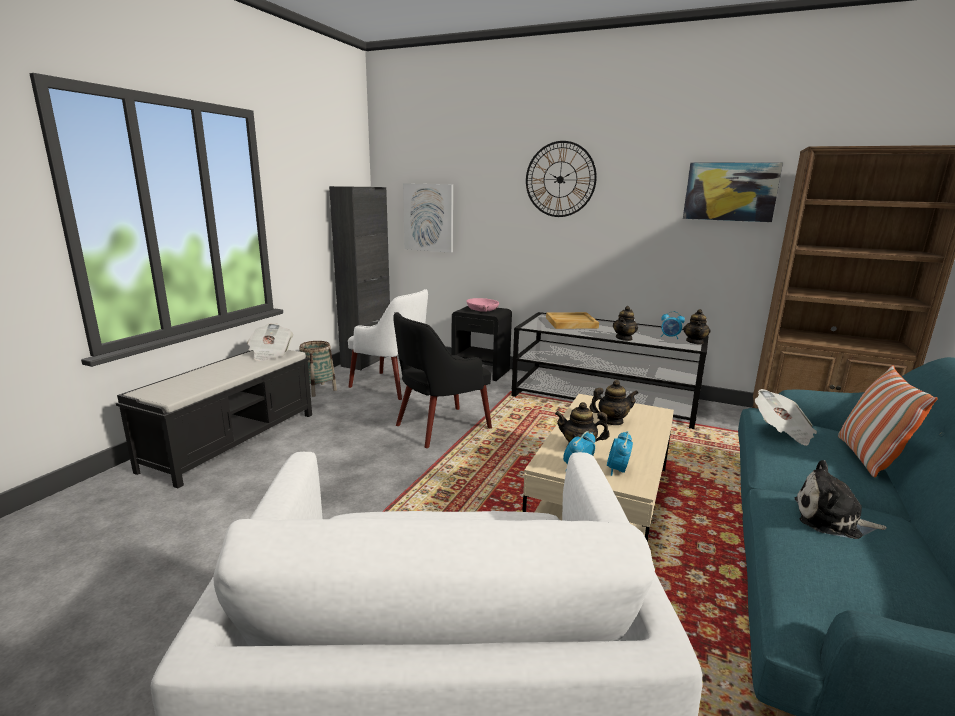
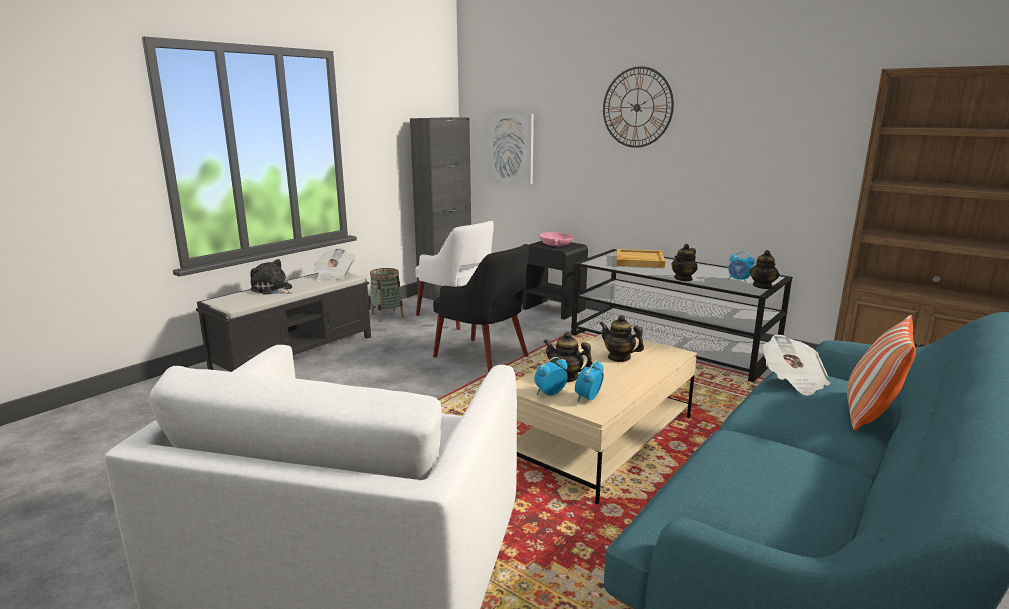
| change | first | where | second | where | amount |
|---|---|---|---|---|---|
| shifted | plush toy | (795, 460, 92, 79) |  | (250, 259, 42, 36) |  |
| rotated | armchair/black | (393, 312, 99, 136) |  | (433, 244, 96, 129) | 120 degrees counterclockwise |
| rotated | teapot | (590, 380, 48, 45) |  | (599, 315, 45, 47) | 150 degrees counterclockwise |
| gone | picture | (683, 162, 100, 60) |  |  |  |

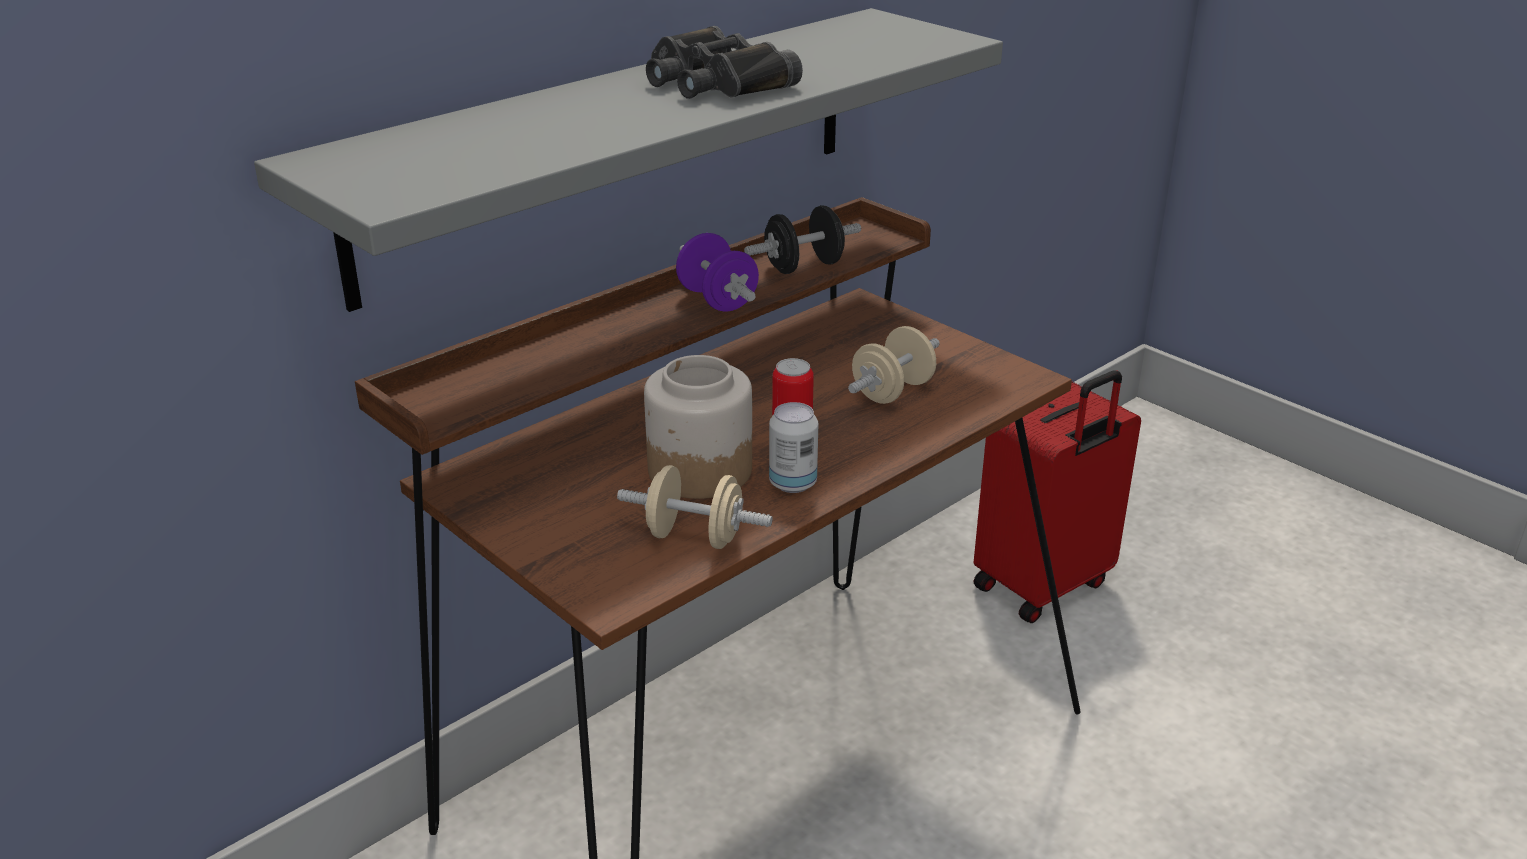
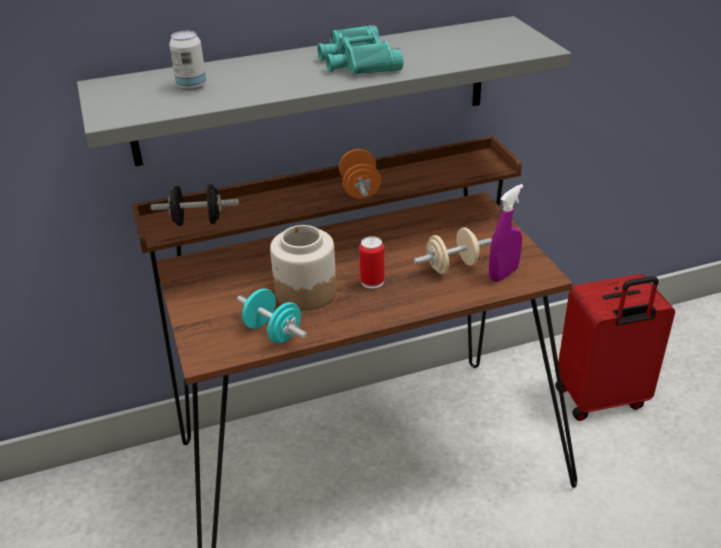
| change | first | where | second | where | amount |
|---|---|---|---|---|---|
| shifted | dumbbell/black | (744, 205, 117, 69) |  | (151, 184, 88, 42) |  |
| shifted | can | (769, 402, 49, 91) |  | (169, 31, 38, 60) |  |
| repainted | dumbbell/beige | (617, 465, 156, 84) | dumbbell/turquoise | (237, 288, 70, 56) |  |
| repainted | binoculars/black | (646, 26, 157, 73) | binoculars/turquoise | (317, 25, 86, 50) |  |
| repainted | dumbbell/purple | (676, 233, 83, 79) | dumbbell/orange | (339, 149, 42, 50) |  |
| new |  |  | spray bottle/purple | (489, 184, 34, 98) |  |

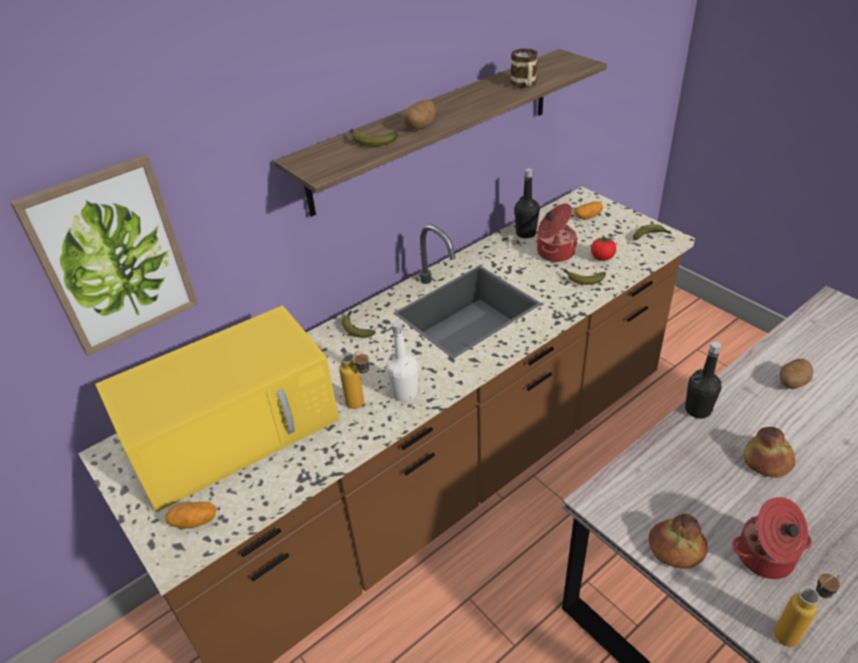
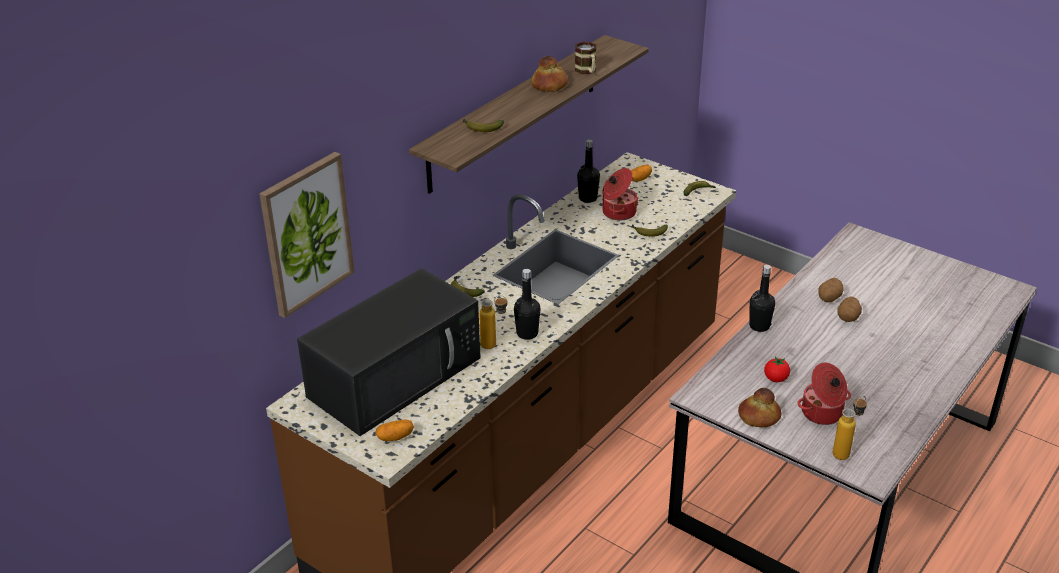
| change | first | where | second | where | amount |
|---|---|---|---|---|---|
| repainted | microwave/yellow | (95, 305, 244, 207) | microwave/black | (297, 268, 184, 168) |  |
| repainted | bottle/white | (386, 321, 32, 81) | bottle/black | (514, 269, 26, 71) |  |
| shifted | bread | (743, 427, 52, 51) |  | (531, 56, 37, 36) |  |
| shifted | tomato | (591, 235, 25, 26) |  | (764, 356, 26, 26) |  |
| shifted | potato | (402, 100, 34, 30) |  | (837, 296, 25, 26) |  |

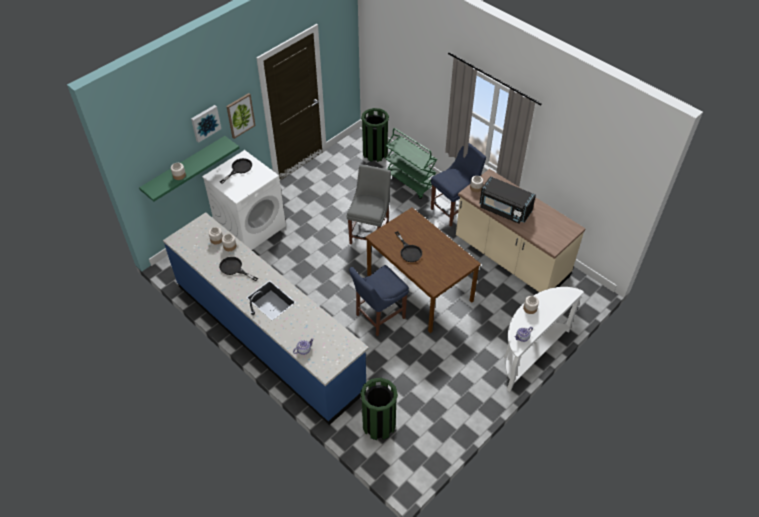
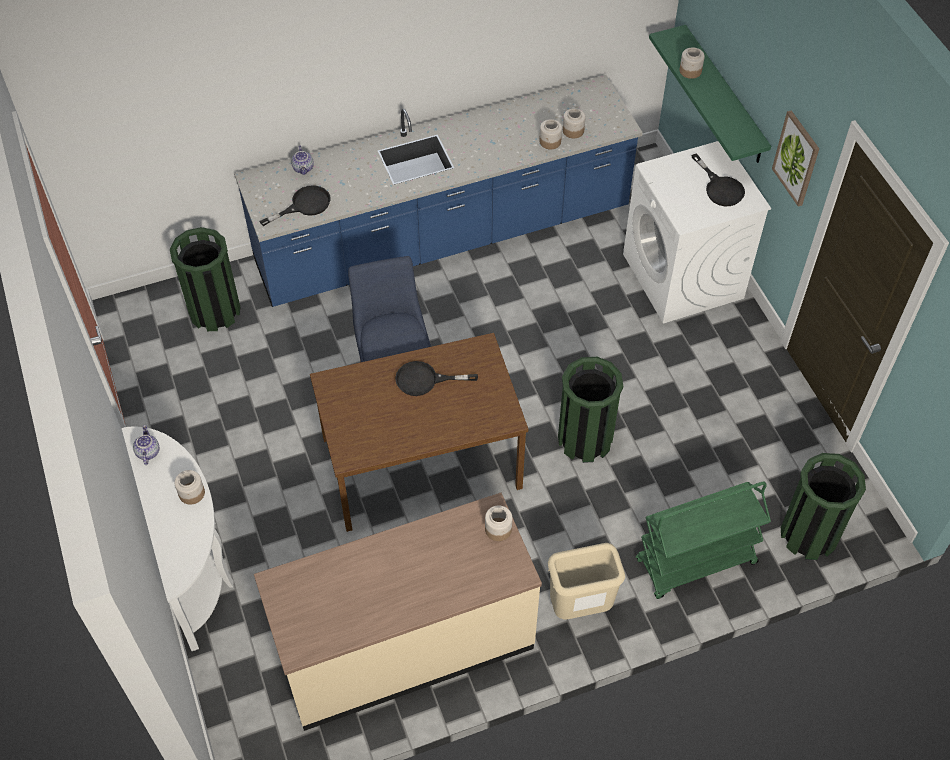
| change | first | where | second | where | amount |
|---|---|---|---|---|---|
| shifted | frying pan/black | (219, 257, 39, 24) |  | (260, 185, 71, 41) |  |
| swapped | chair/blue | (431, 143, 55, 84) | trash can/beige | (548, 543, 77, 76) |  |
| swapped | chair/grey | (346, 164, 45, 81) | trash can/green | (558, 357, 65, 106) |  |
| gone | picture | (191, 105, 30, 38) |  |  |  |
| gone | microwave/black | (479, 176, 57, 48) |  |  |  |

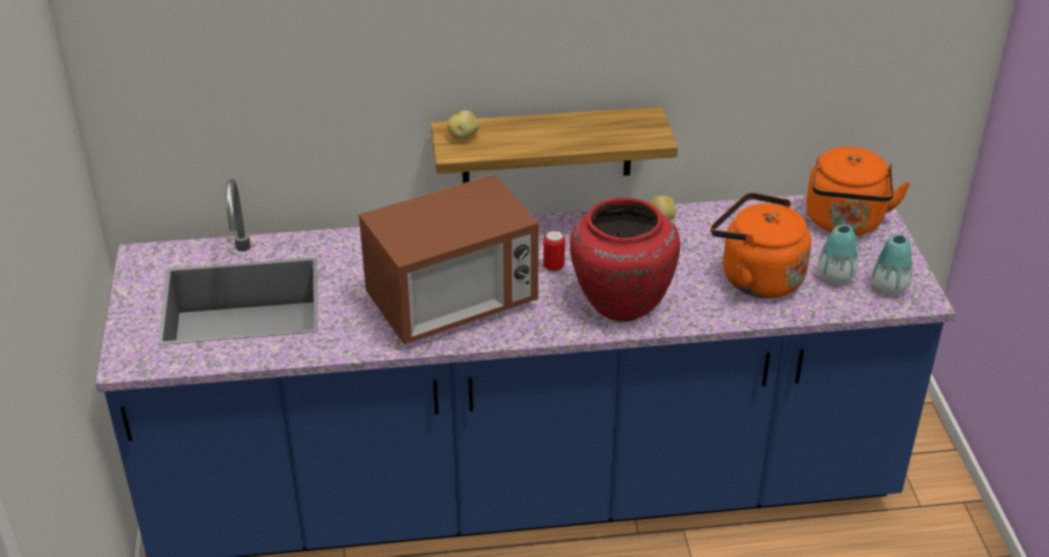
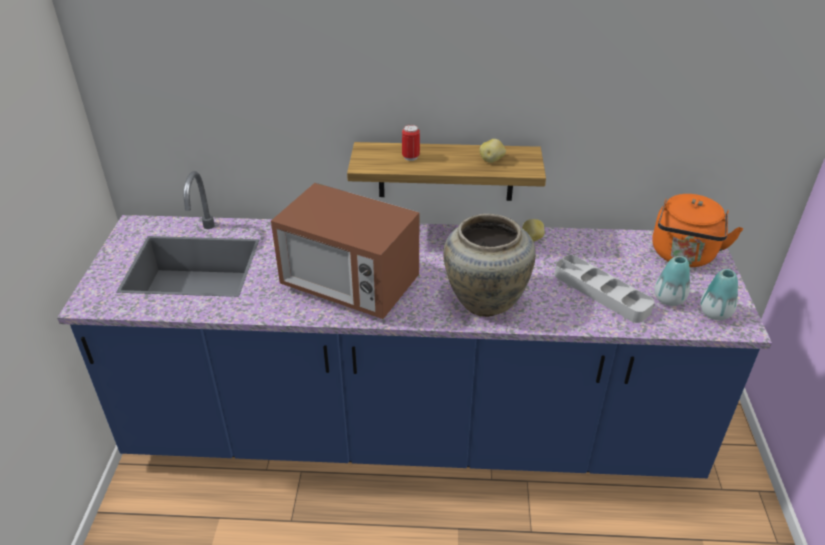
| change | first | where | second | where | amount |
|---|---|---|---|---|---|
| rotated | microwave | (359, 174, 180, 171) |  | (271, 183, 149, 136) | 45 degrees clockwise |
| shifted | can | (543, 230, 22, 43) |  | (402, 125, 18, 36) |  |
| repainted | vase/red | (570, 197, 110, 125) | vase/beige | (443, 214, 93, 103) |  |
| shifted | potato | (447, 110, 33, 30) |  | (479, 139, 27, 24) |  |
| swapped | kettle/orange | (711, 193, 100, 105) | tray/grey | (555, 255, 99, 68) |  |

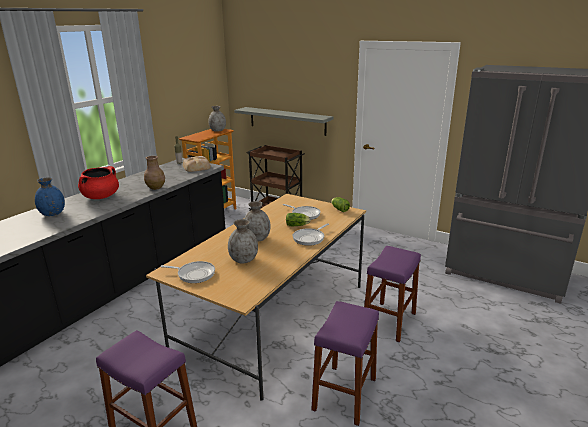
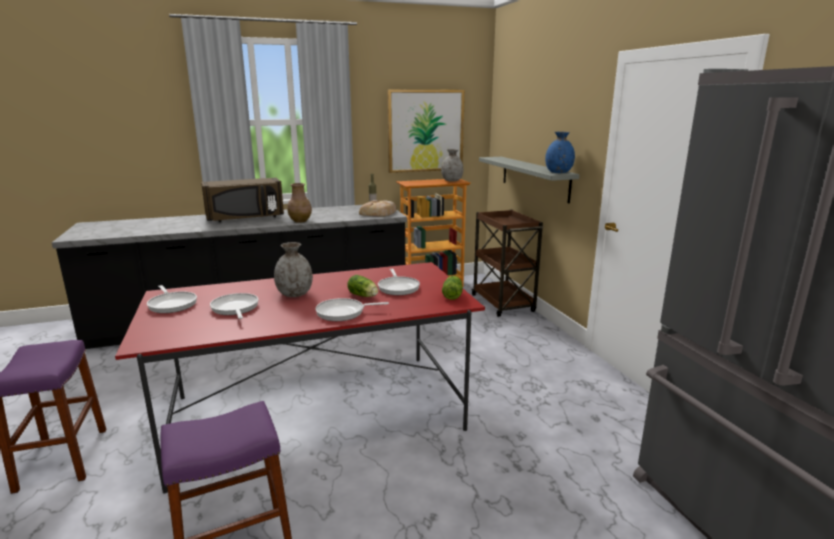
| change | first | where | second | where | amount |
|---|---|---|---|---|---|
| repainted | dining table/beige | (146, 194, 220, 207) | dining table/red | (115, 262, 370, 232) |  |
| swapped | cooking pot/red | (78, 166, 41, 33) | microwave/brown | (201, 178, 83, 44) |  |
| swapped | vase/grey | (228, 219, 30, 44) | frying pan | (210, 293, 49, 26) |  |
| new |  |  | picture | (387, 90, 78, 83) |  |
| shifted | vase/blue | (35, 177, 30, 39) |  | (545, 132, 30, 41) |  |
| gone | stool/purple | (364, 246, 57, 96) |  |  |  |

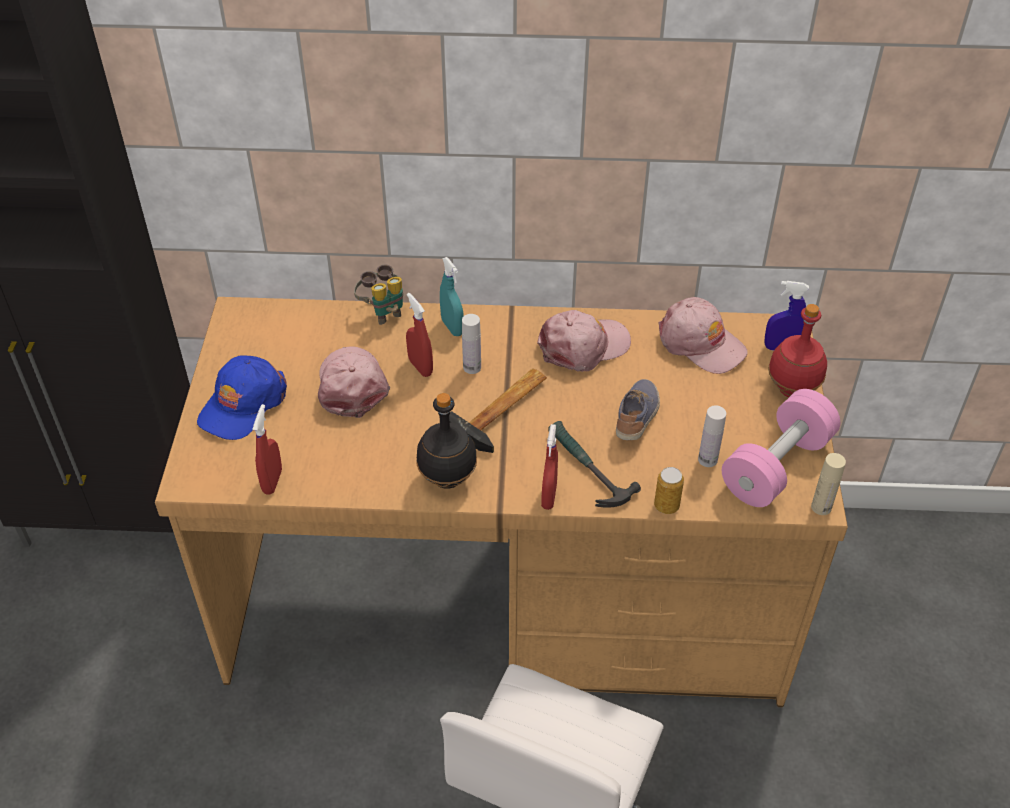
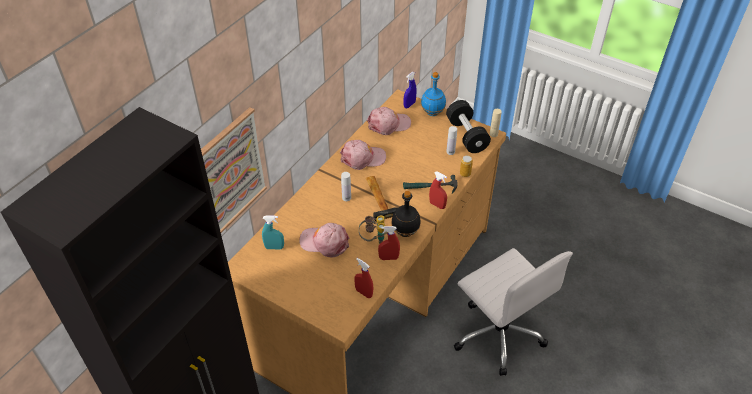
| change | first | where | second | where | amount |
|---|---|---|---|---|---|
| new |  |  | picture | (201, 107, 66, 126) |  |
| shifted | spray bottle/turquoise | (440, 257, 24, 79) |  | (262, 215, 22, 34) |  |
| rotated | cap/pink | (537, 310, 94, 62) |  | (340, 140, 46, 30) | 75 degrees clockwise |
| shifted | binoculars | (354, 264, 49, 61) |  | (359, 215, 29, 29) |  |
| shifted | spray bottle/red | (406, 293, 27, 84) |  | (378, 226, 22, 34) |  |
| repainted | bottle/red | (768, 304, 59, 93) | bottle/blue | (421, 72, 25, 44) |  |
| repainted | dumbbell/pink | (722, 389, 118, 118) | dumbbell/black | (446, 100, 45, 53) |  |
| gone | cap/blue | (197, 356, 90, 84) |  |  |  |
| gone | shoe | (616, 379, 44, 61) |  |  |  |

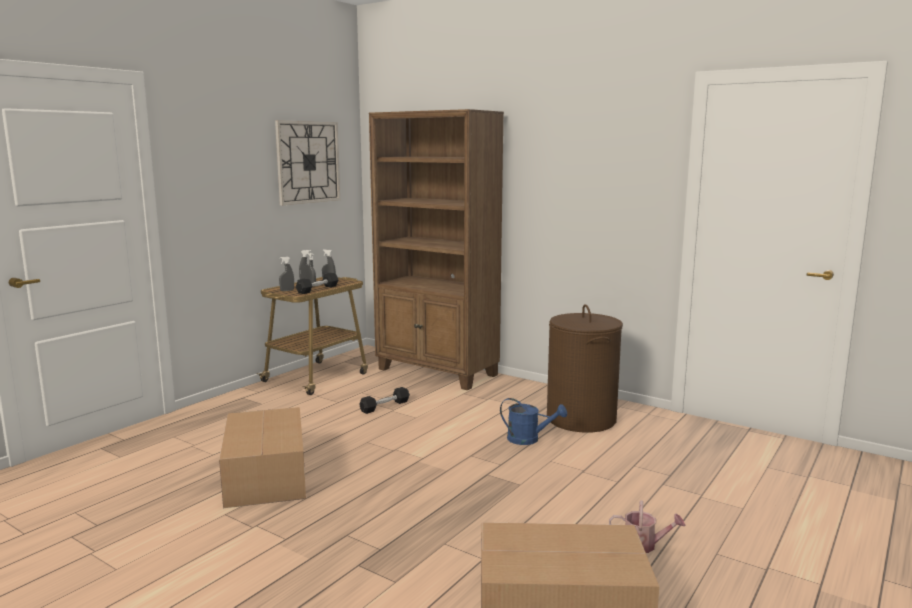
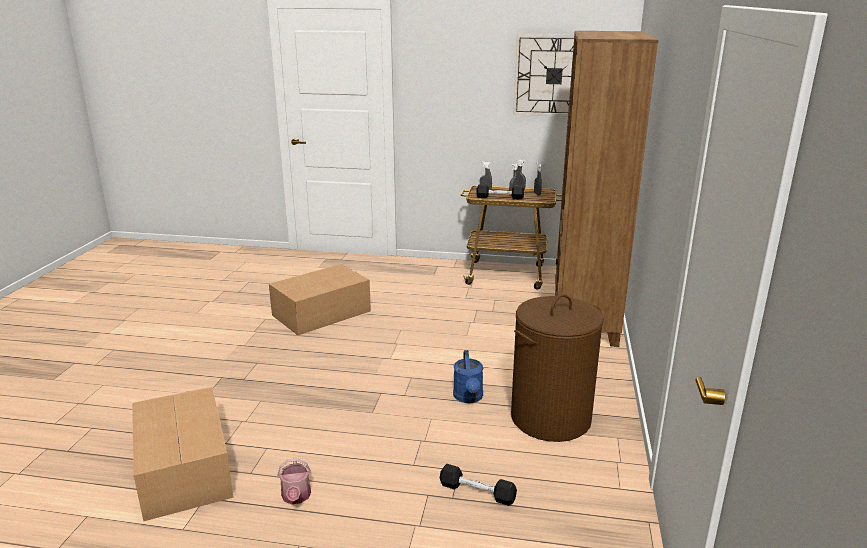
| change | first | where | second | where | amount |
|---|---|---|---|---|---|
| shifted | dumbbell/black | (360, 387, 50, 27) |  | (440, 464, 77, 42) |  |

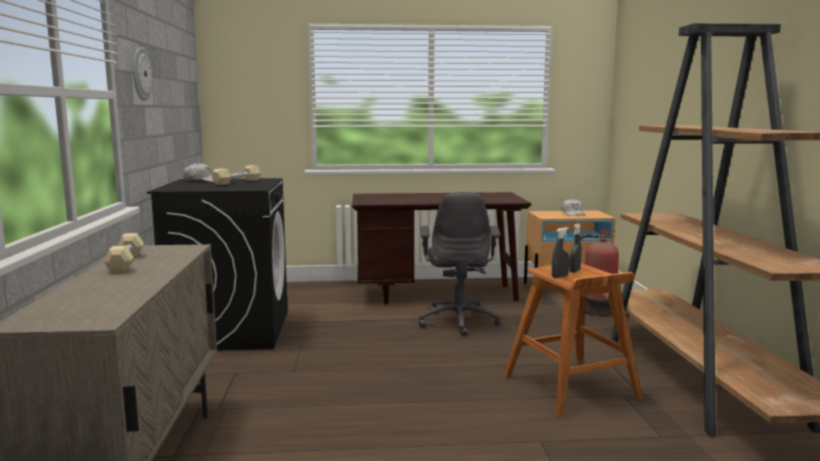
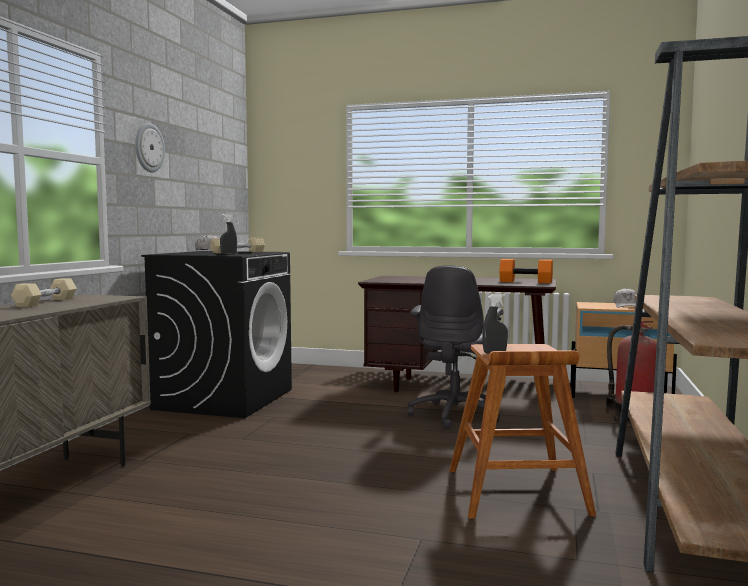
| change | first | where | second | where | amount |
|---|---|---|---|---|---|
| shifted | spray bottle/grey | (569, 224, 12, 49) |  | (220, 214, 17, 40) |  |
| new |  |  | dumbbell/orange | (499, 259, 54, 24) |  |

